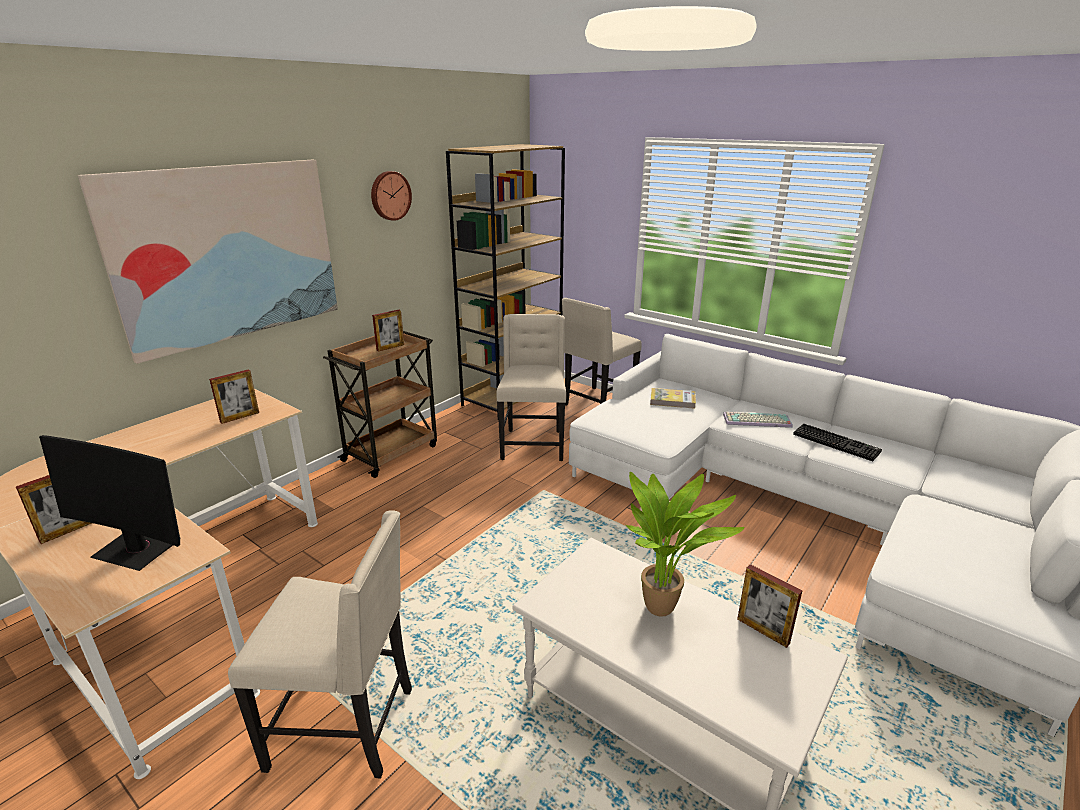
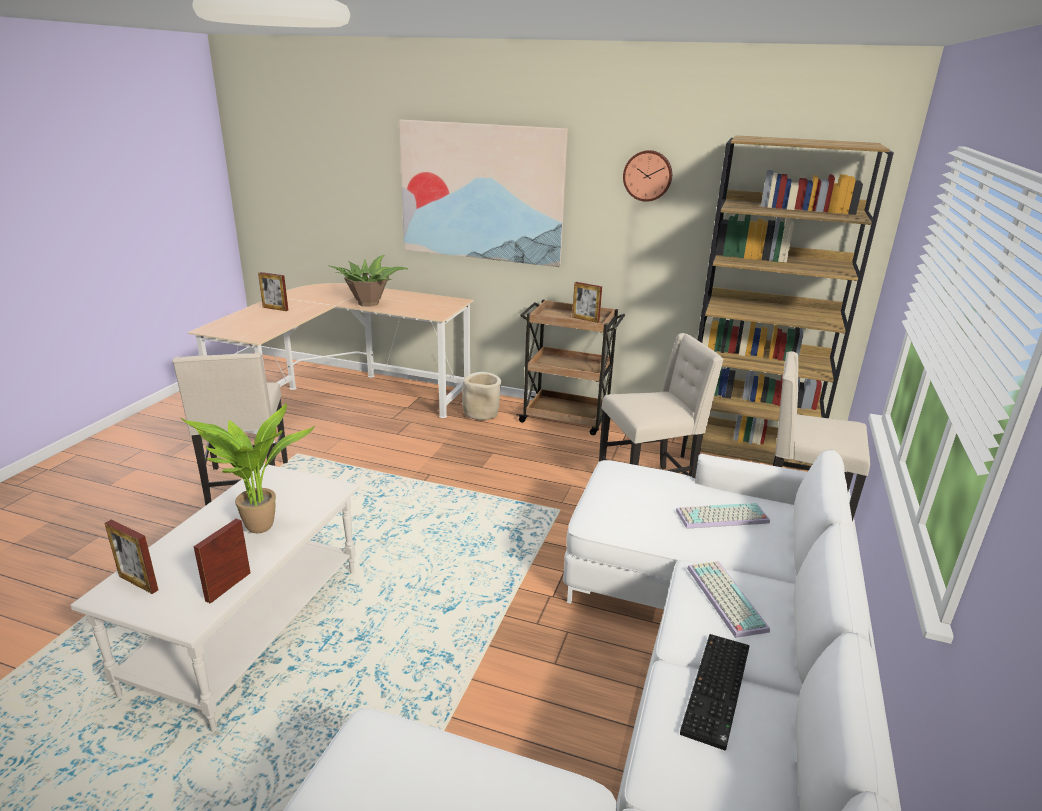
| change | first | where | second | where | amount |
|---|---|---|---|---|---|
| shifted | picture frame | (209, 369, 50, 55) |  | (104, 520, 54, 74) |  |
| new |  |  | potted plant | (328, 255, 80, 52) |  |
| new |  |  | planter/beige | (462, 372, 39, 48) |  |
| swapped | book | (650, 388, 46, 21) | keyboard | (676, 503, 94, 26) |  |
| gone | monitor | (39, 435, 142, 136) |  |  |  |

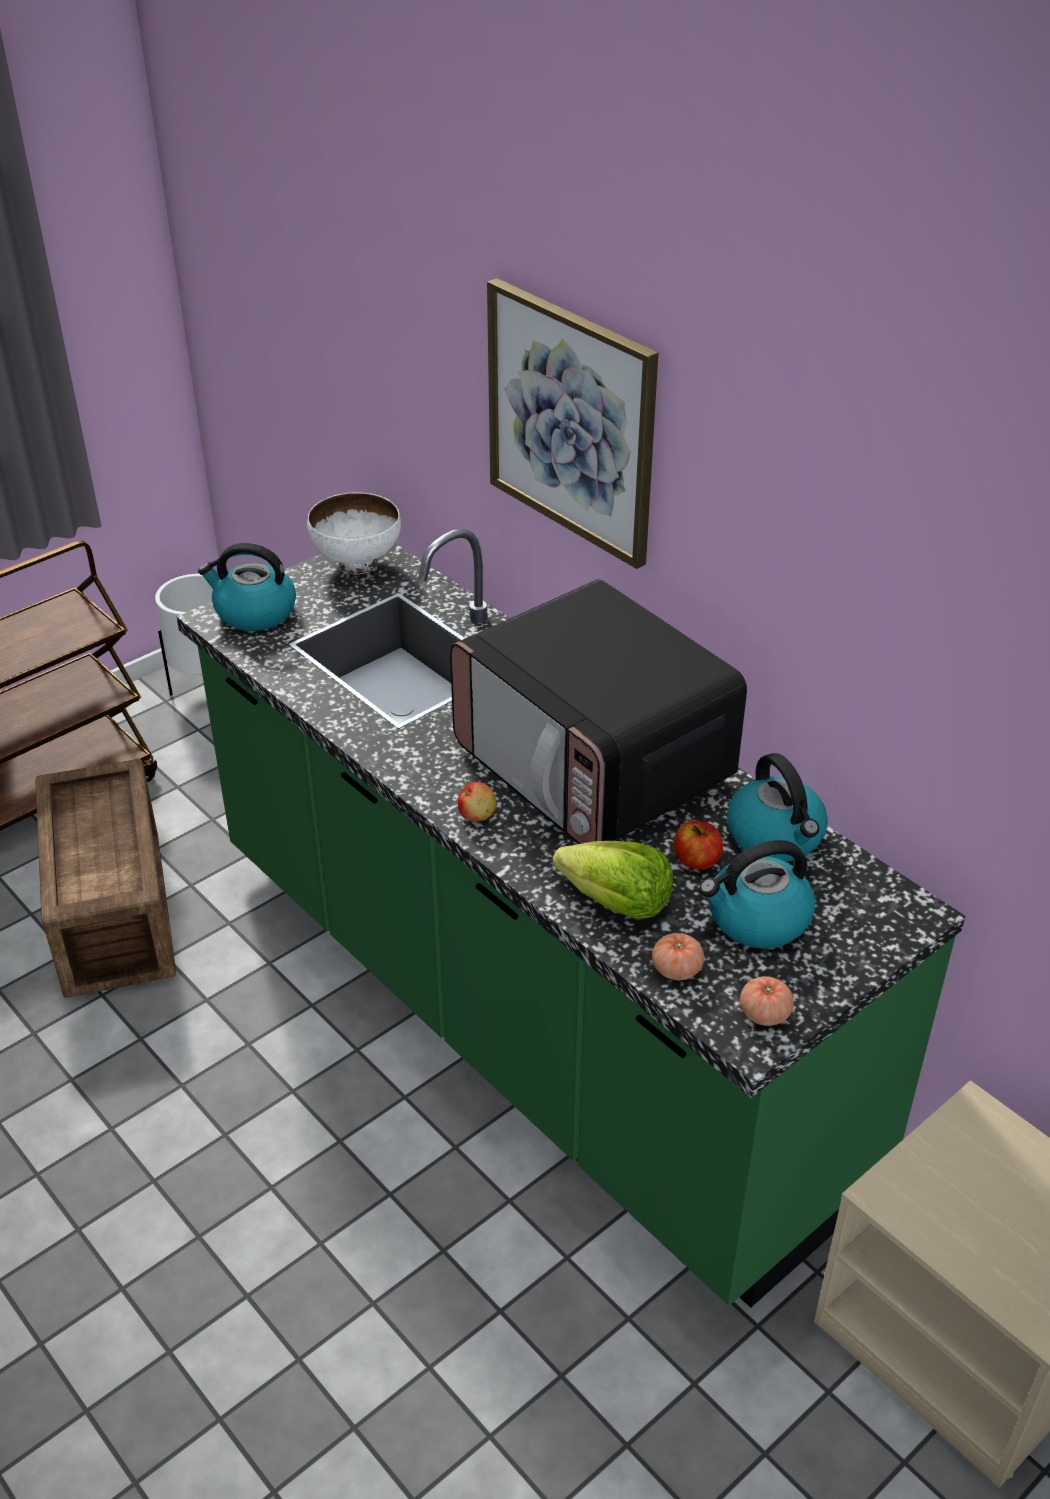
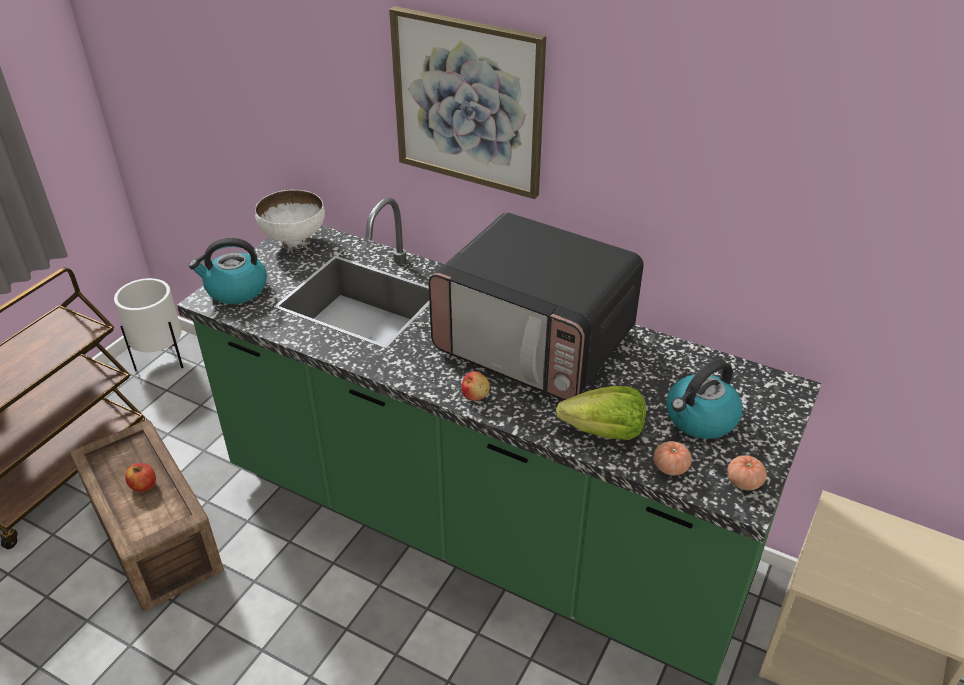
| change | first | where | second | where | amount |
|---|---|---|---|---|---|
| shifted | apple | (674, 820, 49, 50) |  | (125, 463, 31, 29) |  |
| gone | kettle | (727, 753, 101, 109) |  |  |  |

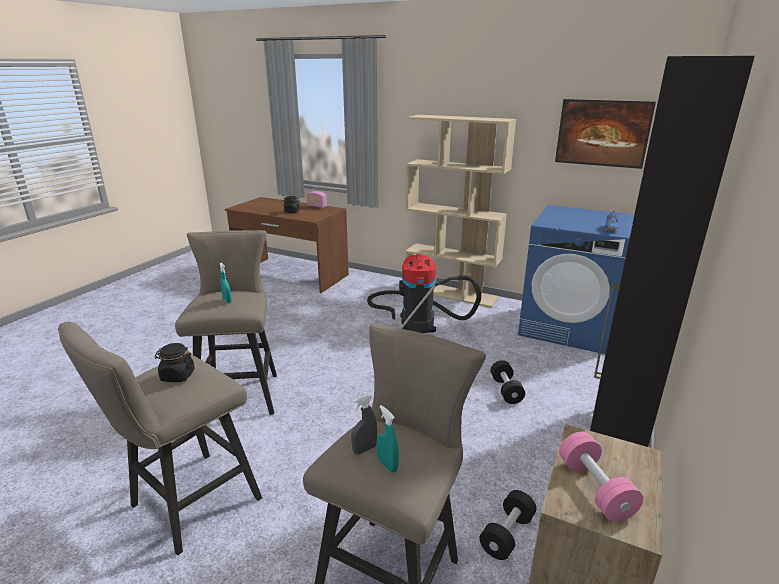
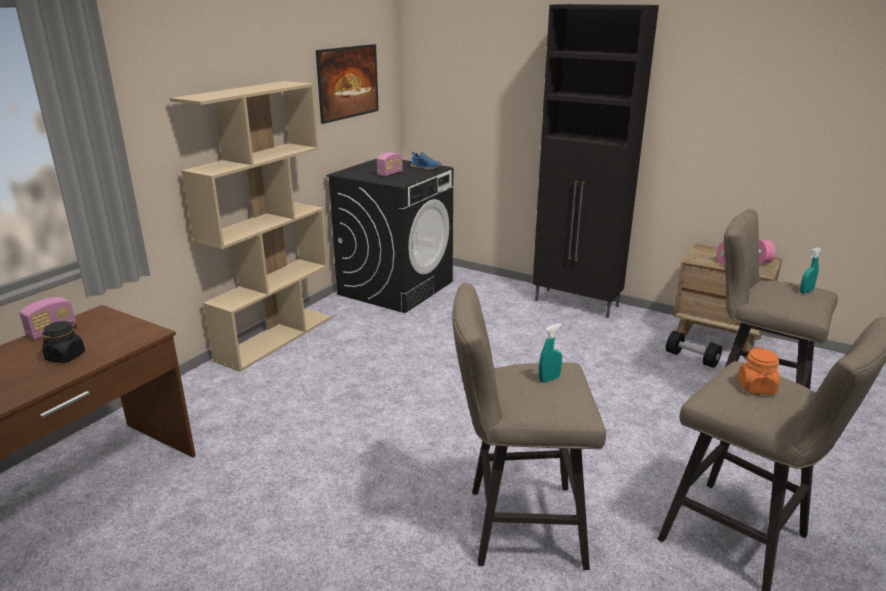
| change | first | where | second | where | amount |
|---|---|---|---|---|---|
| repainted | washing machine/blue | (518, 205, 116, 149) | washing machine/black | (326, 159, 127, 154) |  |
| new |  |  | radio | (377, 152, 26, 24) |  |
| repainted | jar/black | (155, 343, 40, 39) | jar/orange | (738, 347, 42, 48) |  |
| gone | spray bottle/grey | (351, 394, 26, 60) |  |  |  |
| gone | vacuum cleaner | (367, 254, 114, 79) |  |  |  |
| gone | dumbbell/black | (490, 360, 35, 44) |  |  |  |

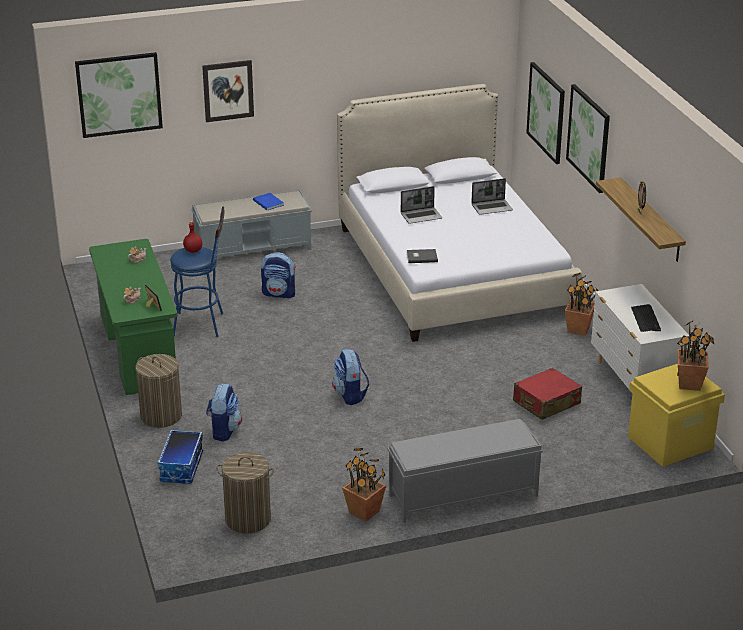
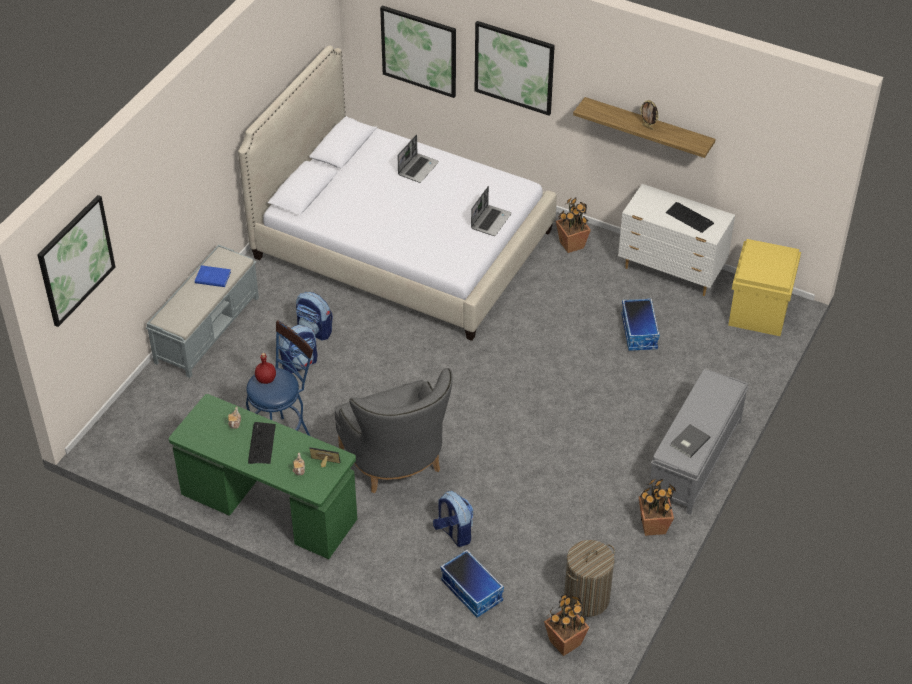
| change | first | where | second | where | amount |
|---|---|---|---|---|---|
| new |  |  | keyboard | (248, 422, 28, 42) |  |
| shifted | backpack | (332, 348, 38, 57) |  | (296, 292, 37, 49) |  |
| new |  |  | armchair/grey | (334, 368, 119, 125) |  |
| shifted | laptop | (401, 186, 41, 38) |  | (471, 186, 41, 50) |  |
| shifted | potted plant | (677, 320, 37, 71) |  | (544, 594, 46, 62) |  |
| swapped | suitcase/red | (513, 368, 69, 52) | storage box | (621, 298, 39, 53) |  |
| shifted | book/grey | (407, 249, 31, 14) |  | (670, 424, 41, 34) |  |
| gone | laundry basket | (135, 354, 47, 74) |  |  |  |
| gone | picture | (202, 60, 52, 62) |  |  |  |

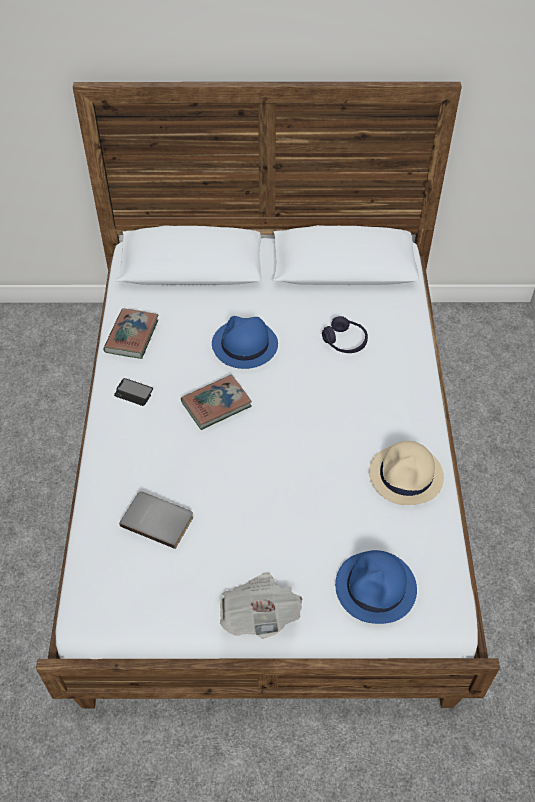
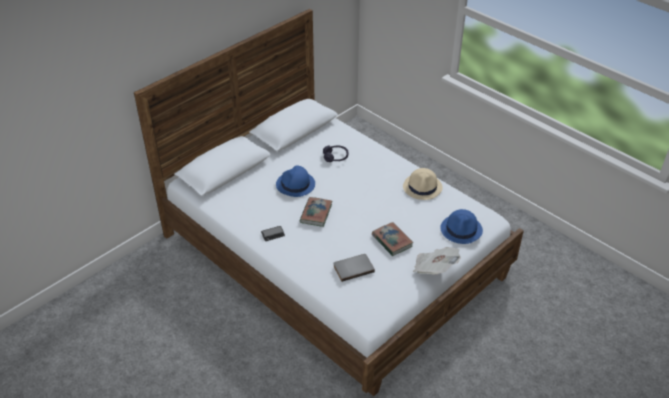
| change | first | where | second | where | amount |
|---|---|---|---|---|---|
| shifted | book | (103, 308, 55, 51) |  | (372, 222, 42, 34) |  |

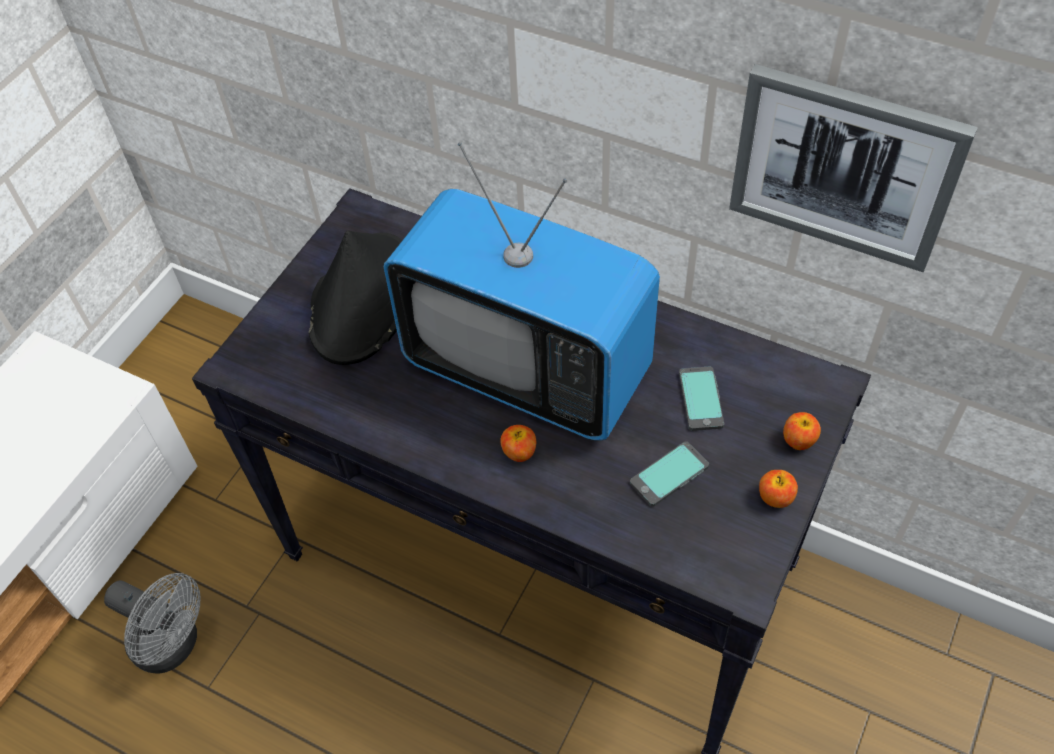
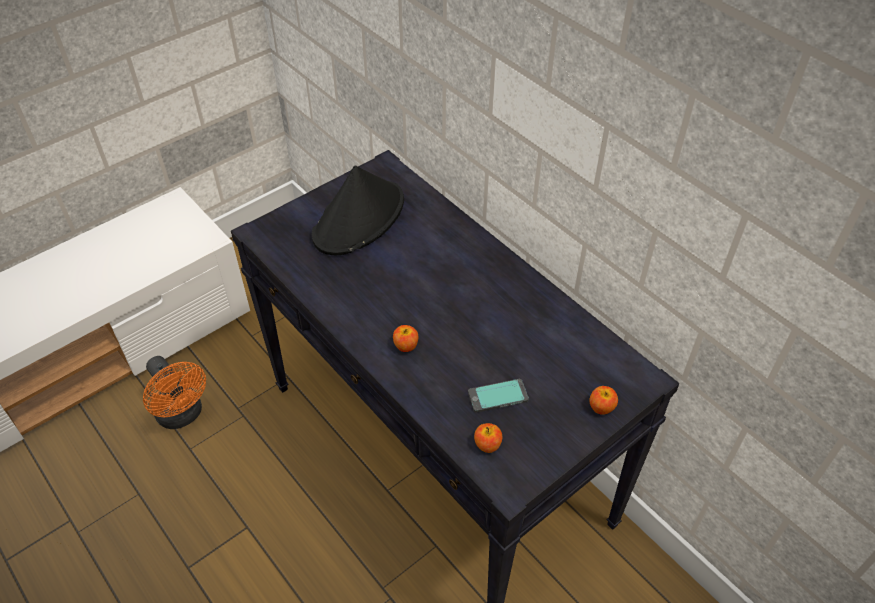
| change | first | where | second | where | amount |
|---|---|---|---|---|---|
| repainted | fan/grey | (104, 573, 96, 101) | fan/orange | (143, 356, 63, 73) |  |
| shifted | apple | (759, 470, 39, 38) |  | (474, 423, 28, 30) |  |
| gone | television | (384, 142, 276, 298) |  |  |  |
| gone | phone | (679, 366, 45, 65) |  |  |  |
| gone | picture | (729, 64, 249, 208) |  |  |  |

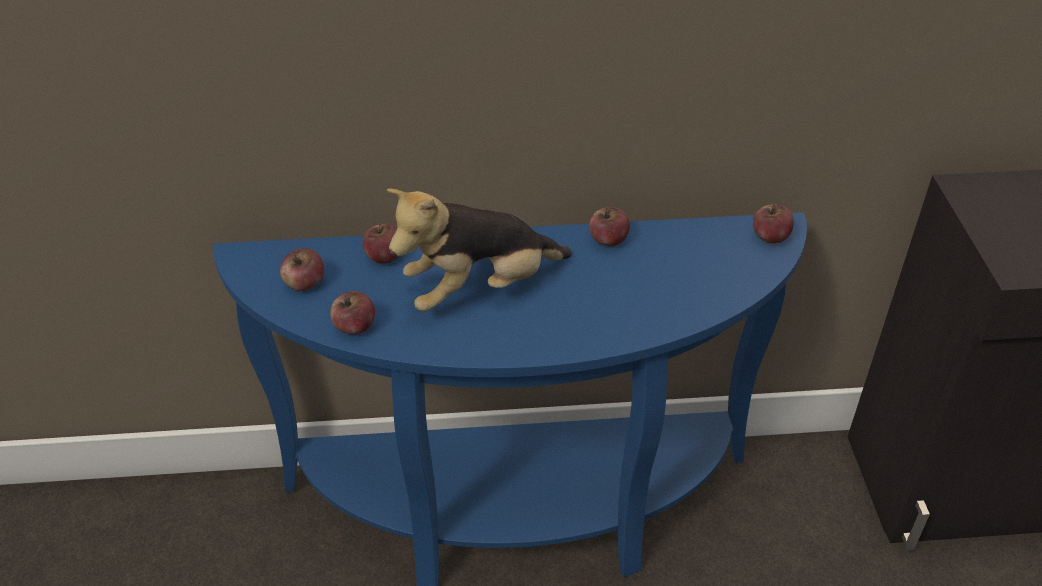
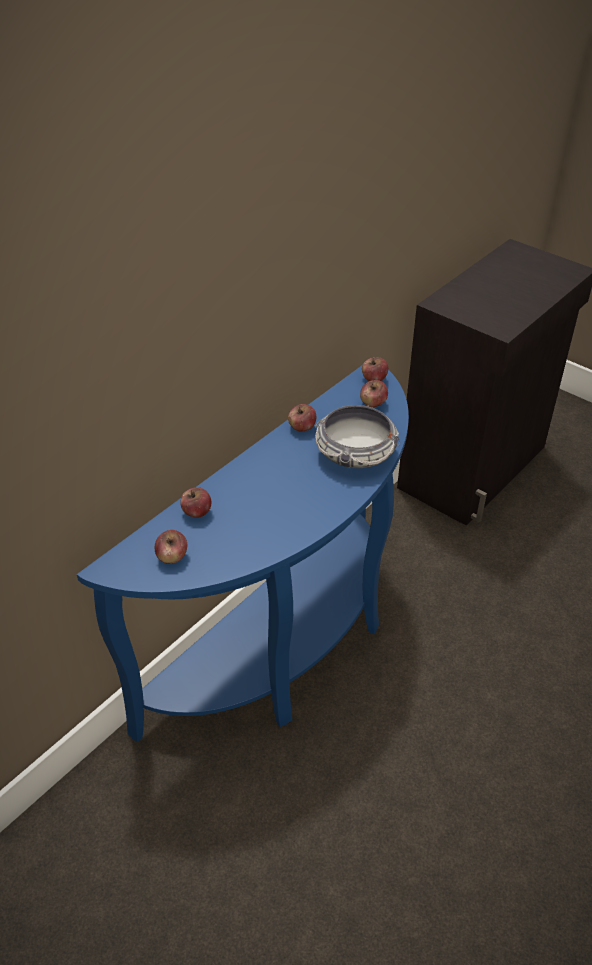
| change | first | where | second | where | amount |
|---|---|---|---|---|---|
| new |  |  | bowl | (315, 405, 85, 63) |  |
| shifted | apple | (330, 291, 45, 43) |  | (360, 380, 28, 27) |  |
| gone | plush toy | (387, 189, 185, 123) |  |  |  |

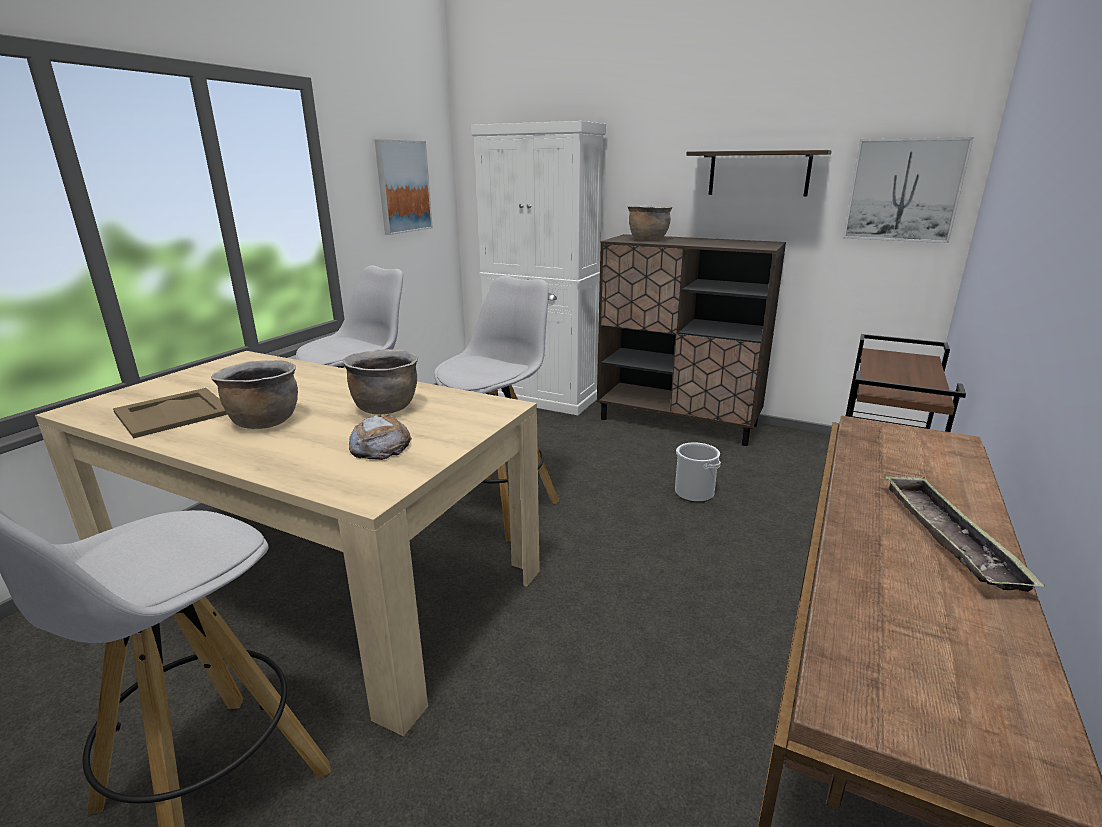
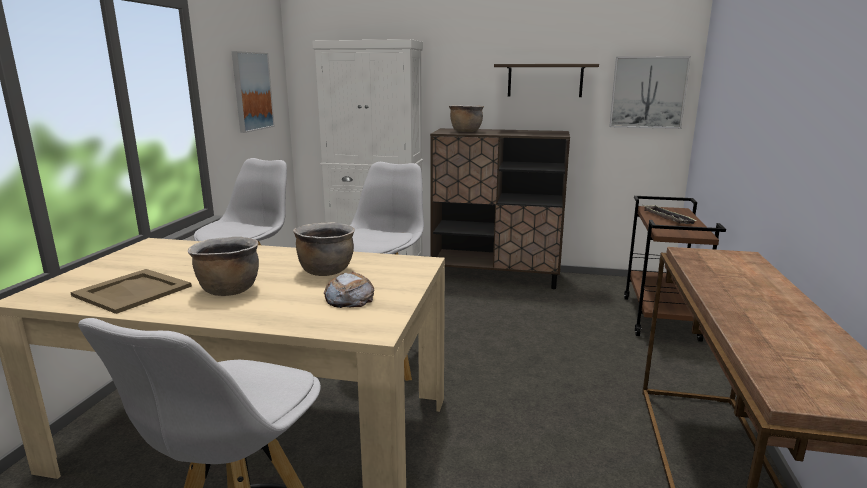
| change | first | where | second | where | amount |
|---|---|---|---|---|---|
| shifted | tray | (884, 475, 161, 117) |  | (642, 205, 54, 19) |  |
| gone | bucket | (675, 442, 46, 60) |  |  |  |

